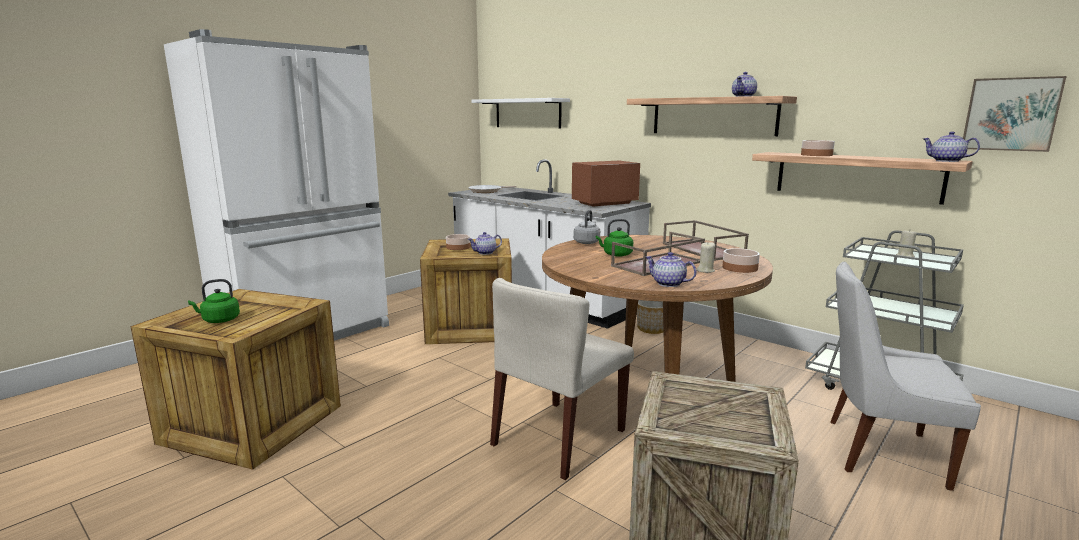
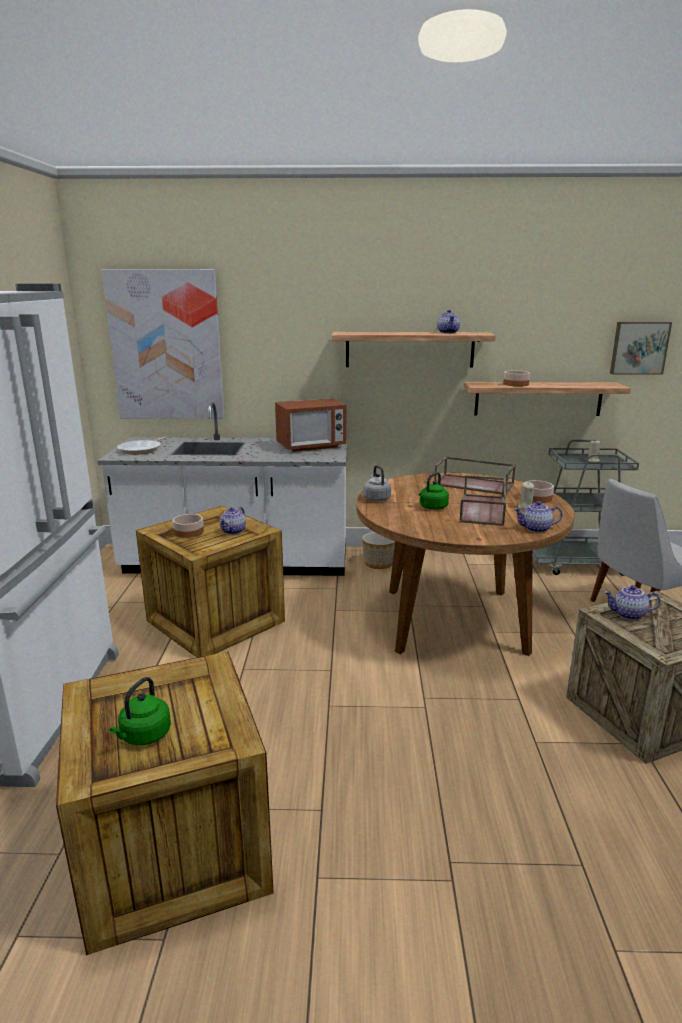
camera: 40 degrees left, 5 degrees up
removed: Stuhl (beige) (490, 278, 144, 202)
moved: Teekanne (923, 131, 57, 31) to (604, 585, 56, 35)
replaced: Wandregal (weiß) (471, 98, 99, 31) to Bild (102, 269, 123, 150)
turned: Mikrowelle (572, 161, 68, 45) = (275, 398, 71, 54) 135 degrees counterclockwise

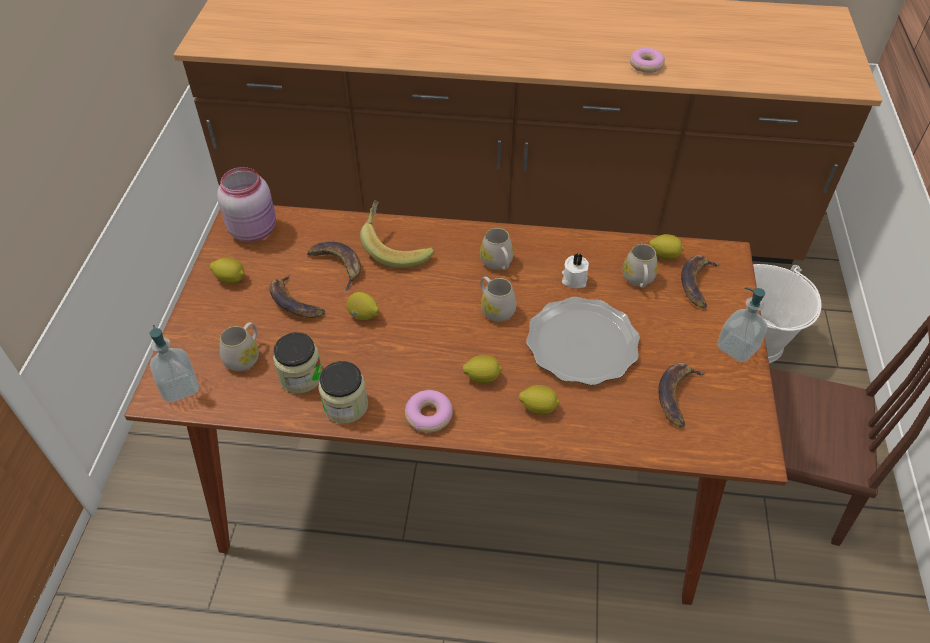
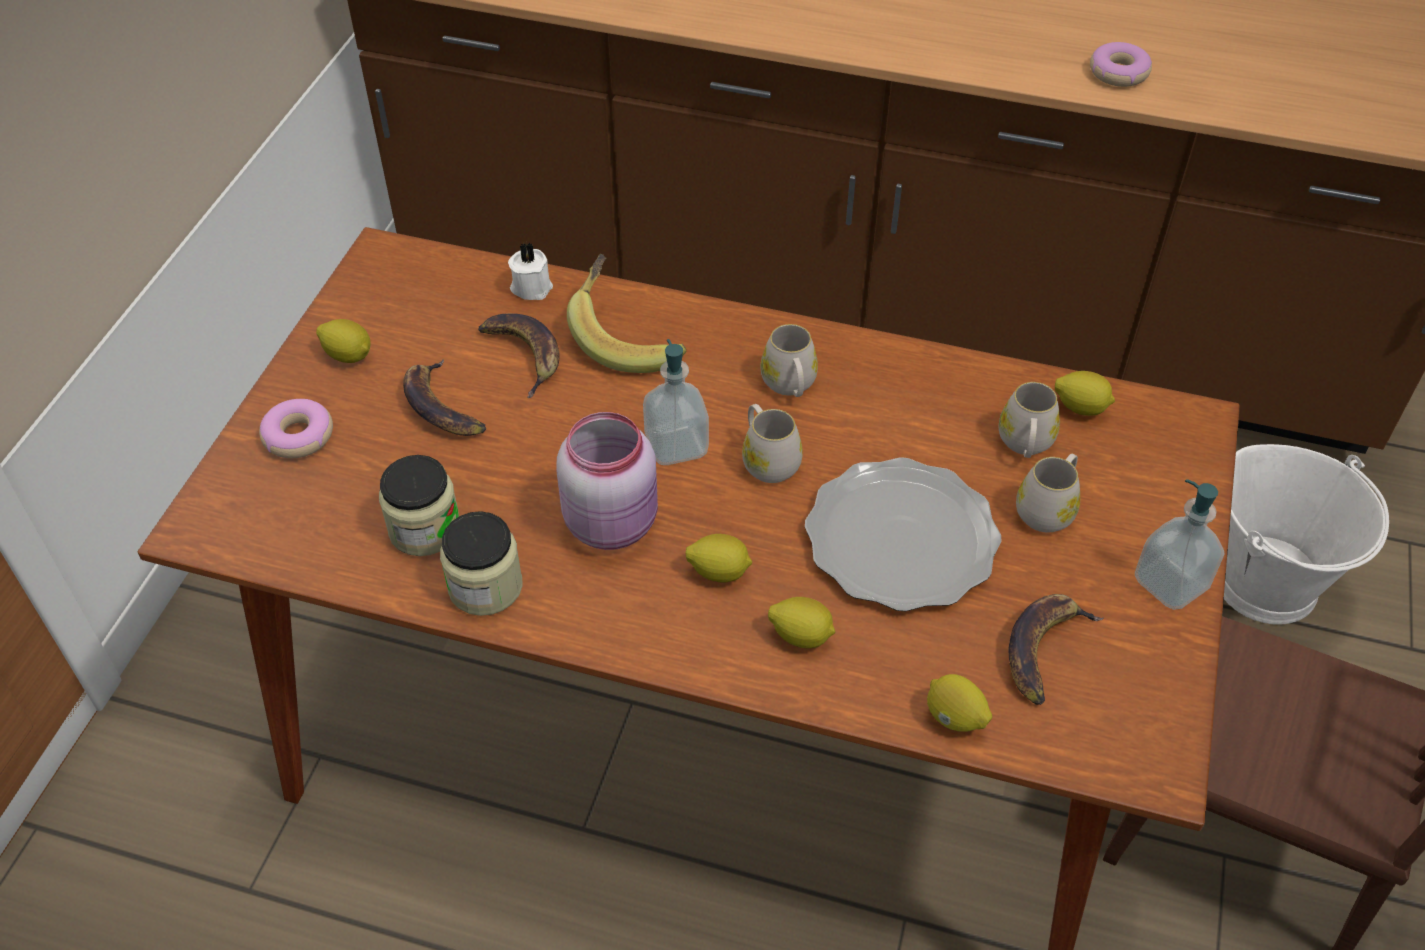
camera: 10 degrees right, 0 degrees up
removed: Banane (681, 255, 40, 53)
moved: Seifenspender (150, 325, 49, 78) to (643, 339, 66, 126); Vorratsglas (rosa) (217, 167, 59, 75) to (556, 412, 102, 138); Henkelbecher (weiß) (219, 322, 40, 49) to (1016, 454, 64, 79); Zitrone (347, 292, 32, 28) to (927, 674, 65, 58); Donut (405, 390, 48, 43) to (259, 399, 74, 59); Kerze (weiß) (562, 253, 27, 35) to (508, 242, 45, 58)

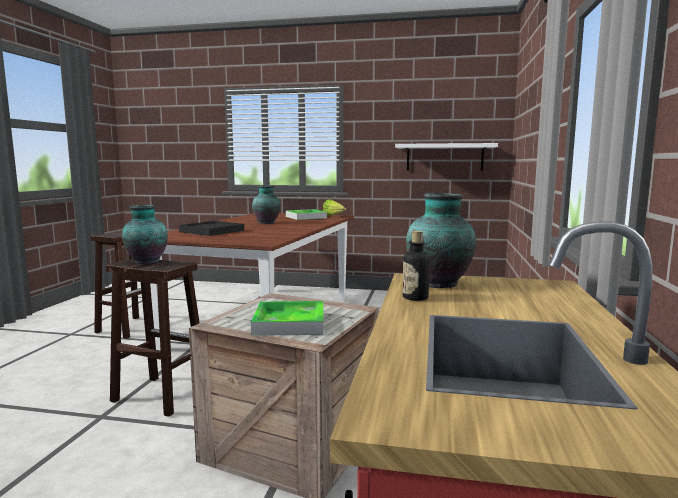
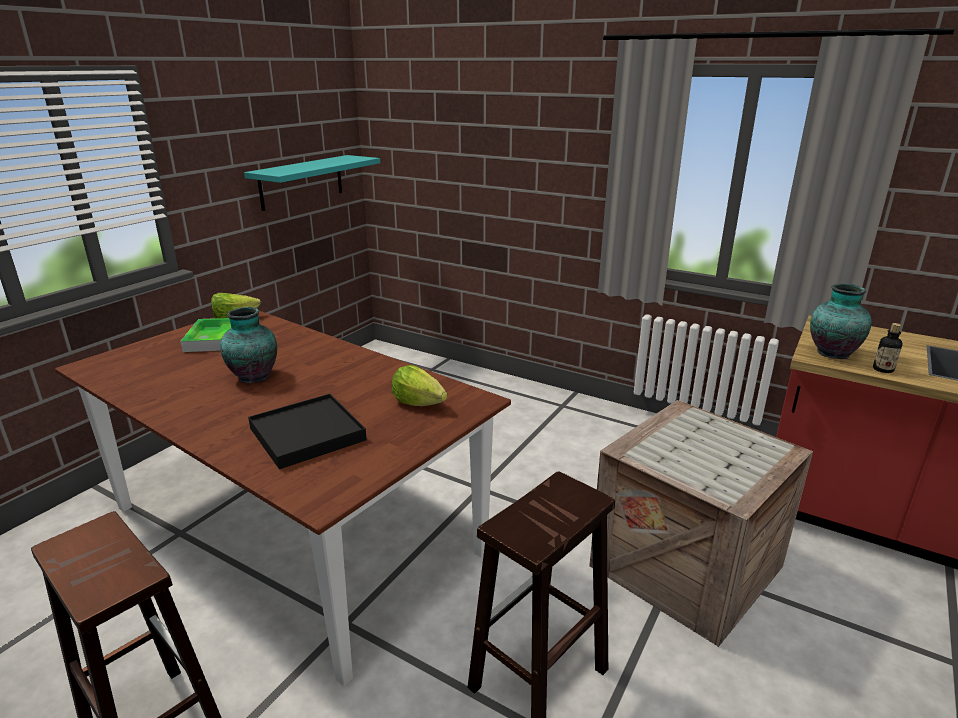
camera: 70 degrees left, 15 degrees up
removed: Vase (122, 205, 46, 59); Tablett (251, 301, 72, 35)
added: Salatkopf (392, 365, 55, 41)
recoloured: Wandregal (weiß) (395, 143, 103, 28) to Wandregal (türkis) (244, 155, 136, 56)

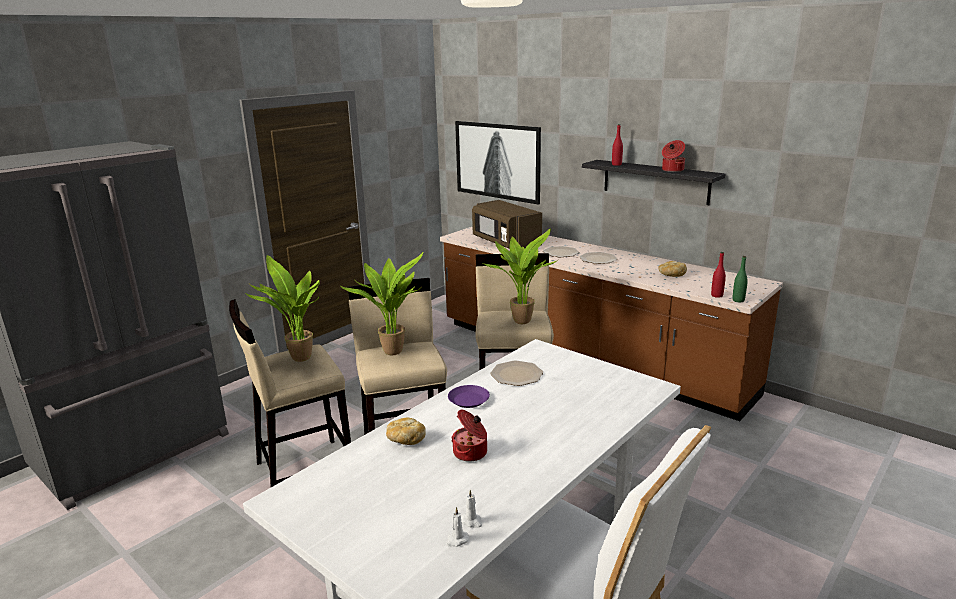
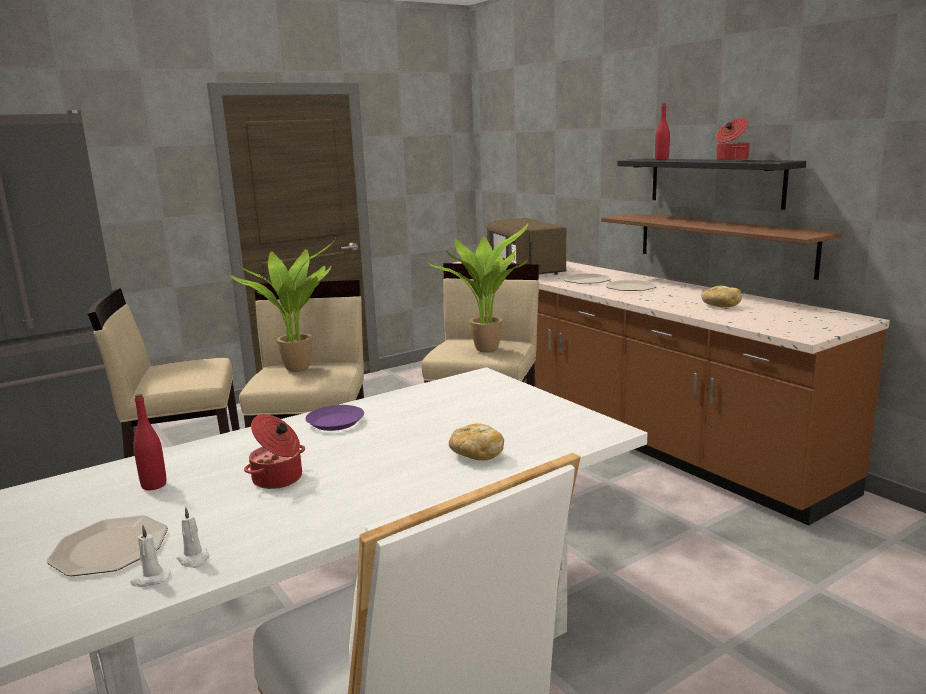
camera: 15 degrees right, 5 degrees down
removed: Topfpflanze (245, 255, 75, 107); Bild (455, 121, 86, 84); Flasche (grün) (732, 256, 16, 46)
added: Wandregal (601, 213, 240, 67)
moved: Brot (386, 418, 40, 27) to (449, 424, 55, 36); Teller (490, 360, 53, 26) to (46, 515, 122, 61); Flasche (rot) (711, 252, 15, 46) to (134, 394, 32, 96)

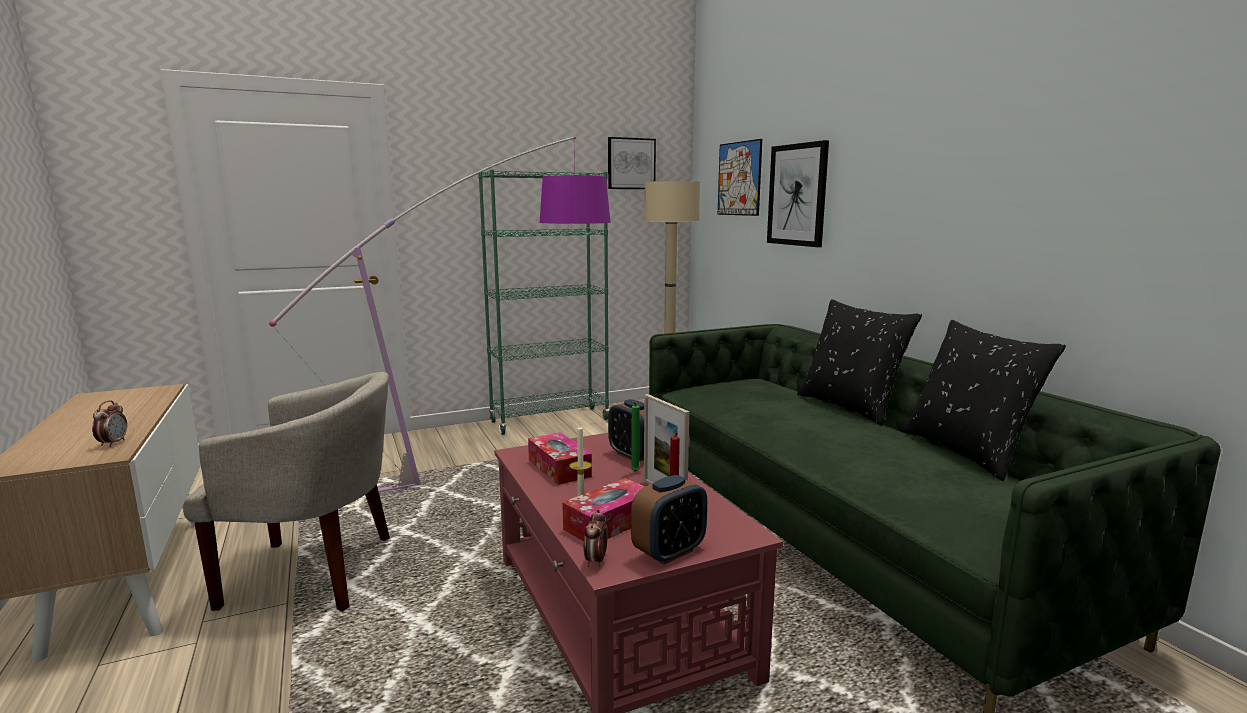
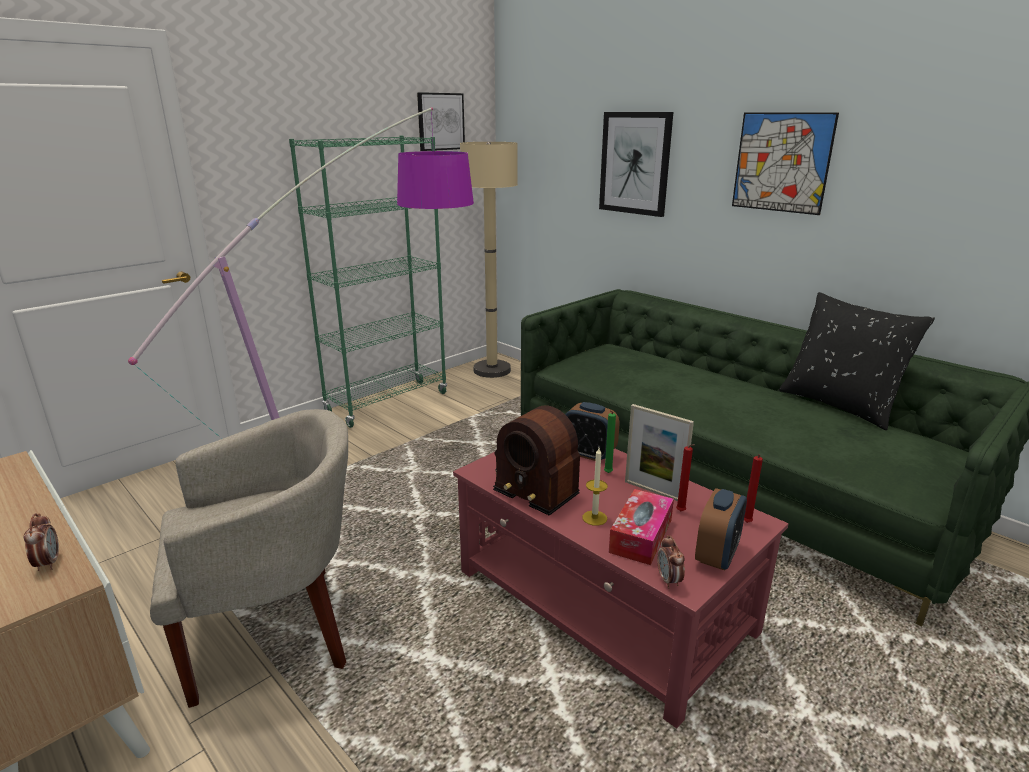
camera: 20 degrees left, 10 degrees up
removed: Kissen (schwarz) (797, 299, 125, 127)
added: Kerze (rot) (744, 454, 19, 69)
moved: Bild (718, 139, 44, 77) to (732, 112, 107, 103)
replaced: Taschentuchbox (528, 432, 64, 53) to Radio (493, 405, 87, 111)

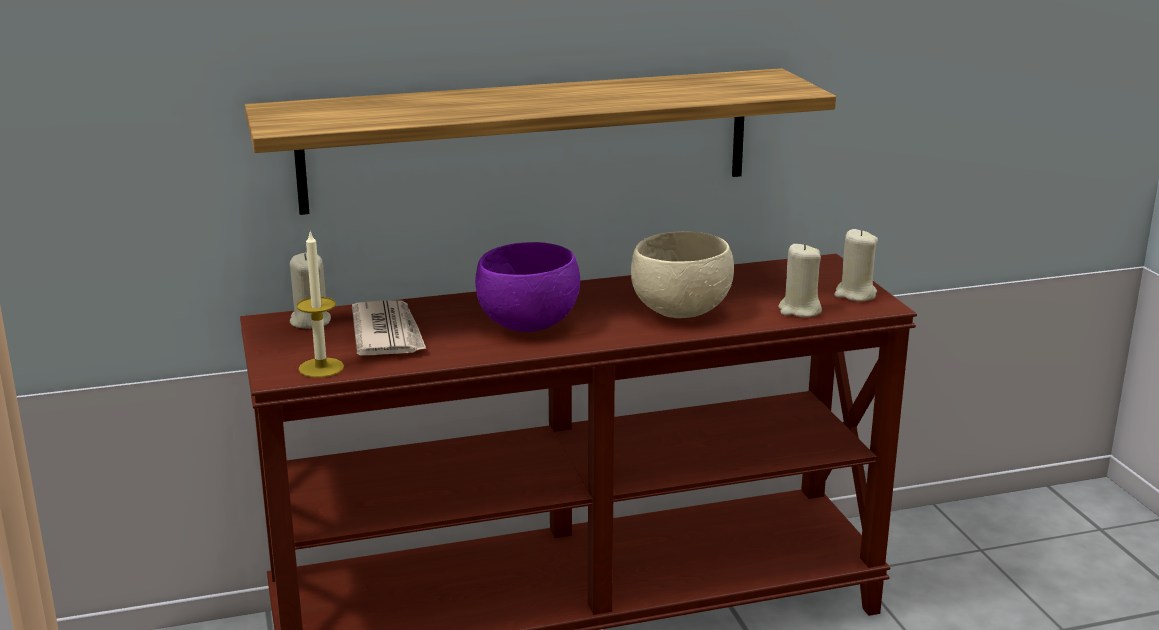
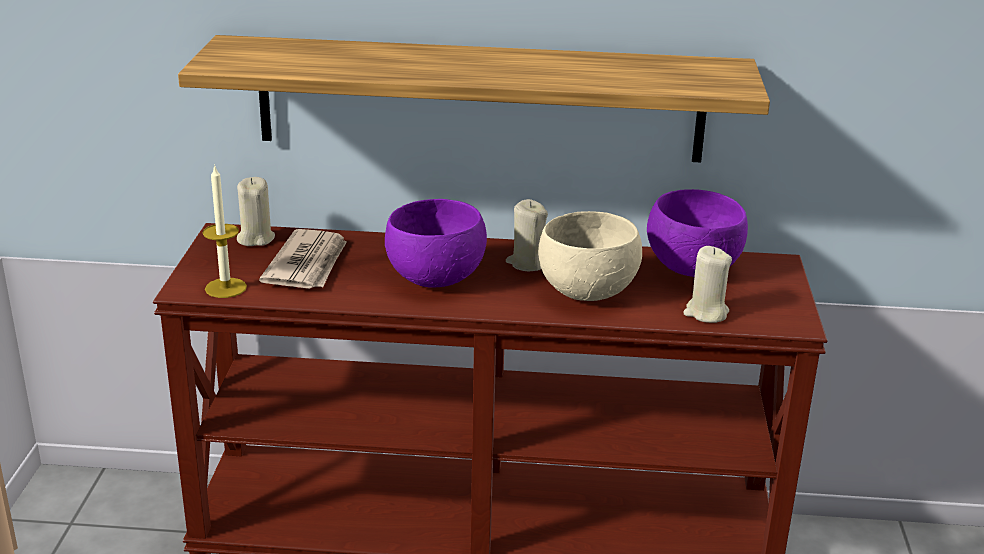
camera: 20 degrees right, 5 degrees up
added: Schüssel (lila) (647, 189, 101, 88)
moved: Kerze (beige) (834, 229, 44, 72) to (506, 199, 42, 72)

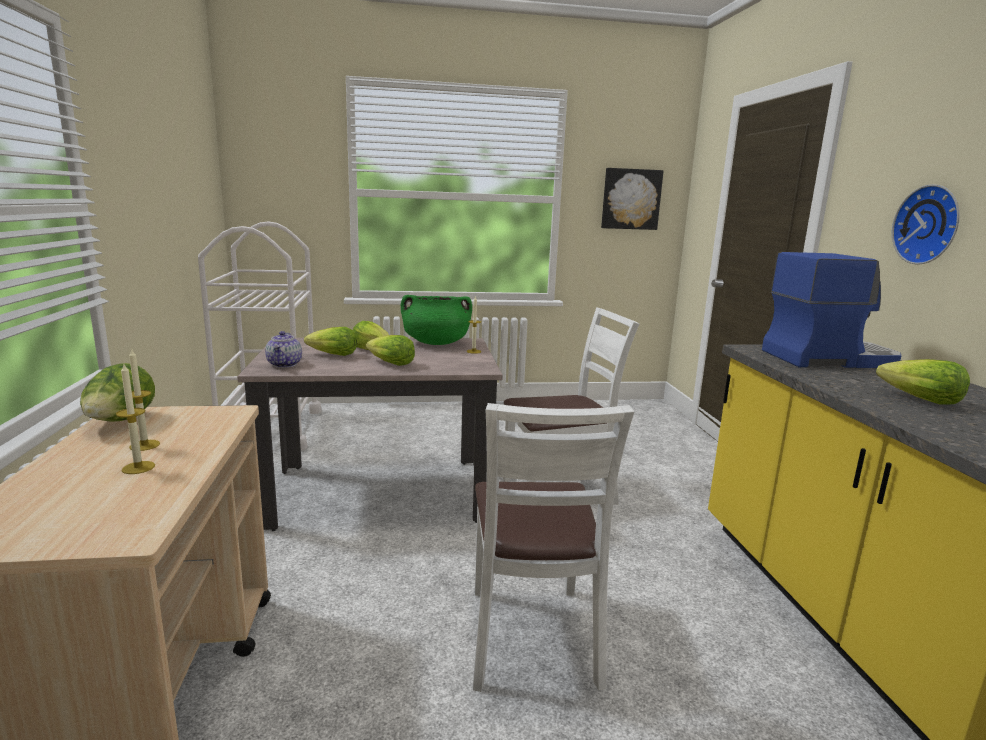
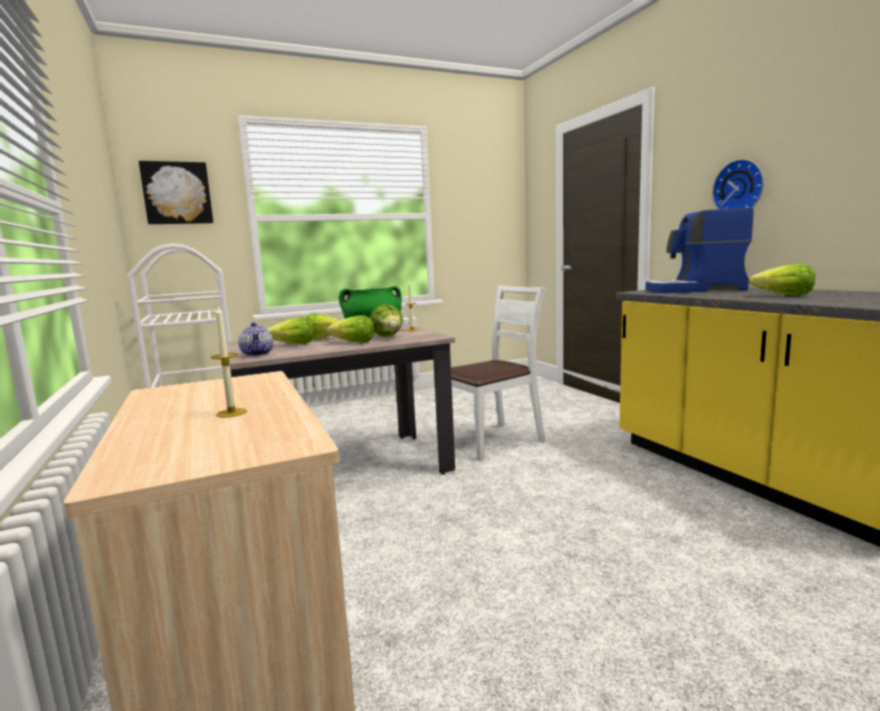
camera: 15 degrees left, 5 degrees down
removed: Kerze (124, 350, 36, 101); Stuhl (weiß) (473, 403, 161, 289)
moved: Salatkopf (80, 363, 75, 59) to (370, 304, 33, 32); Bild (601, 168, 63, 62) to (139, 161, 74, 63)
turned: Kaffeemaschine (762, 252, 139, 116) = (646, 208, 108, 85) 150 degrees counterclockwise

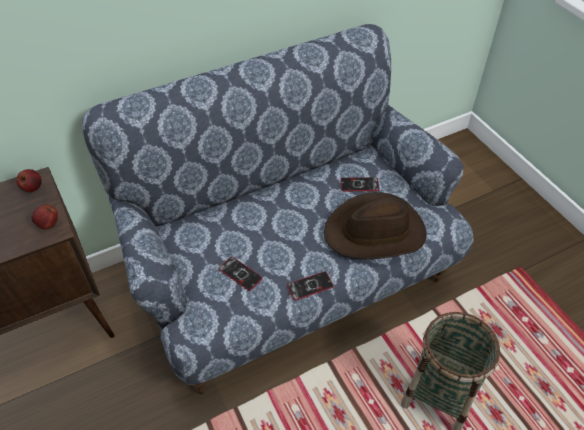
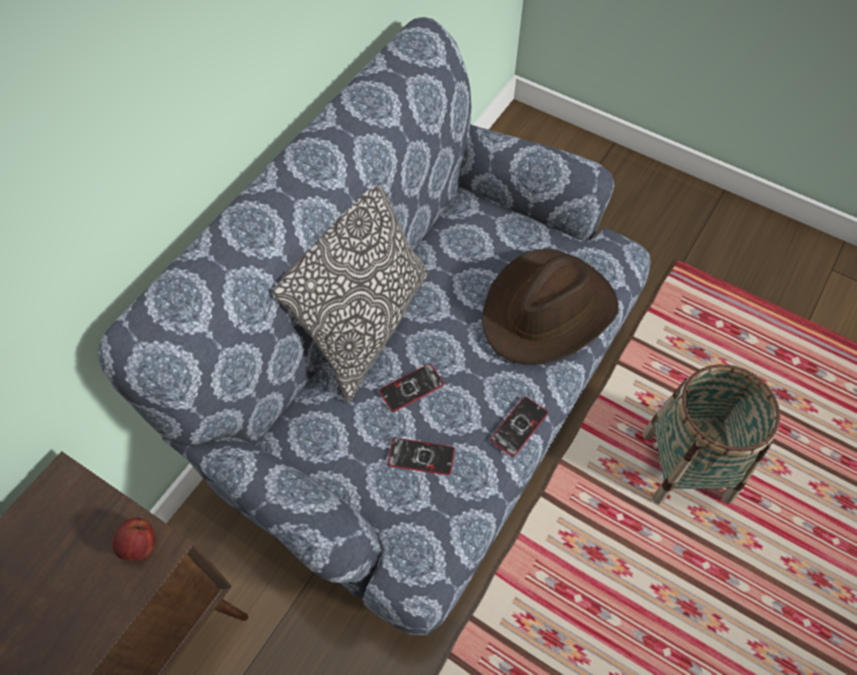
camera: 30 degrees left, 10 degrees up
removed: Apfel (16, 169, 26, 23)
added: Kissen (273, 186, 155, 217)
moved: Handy (340, 177, 40, 14) to (379, 364, 65, 48)

